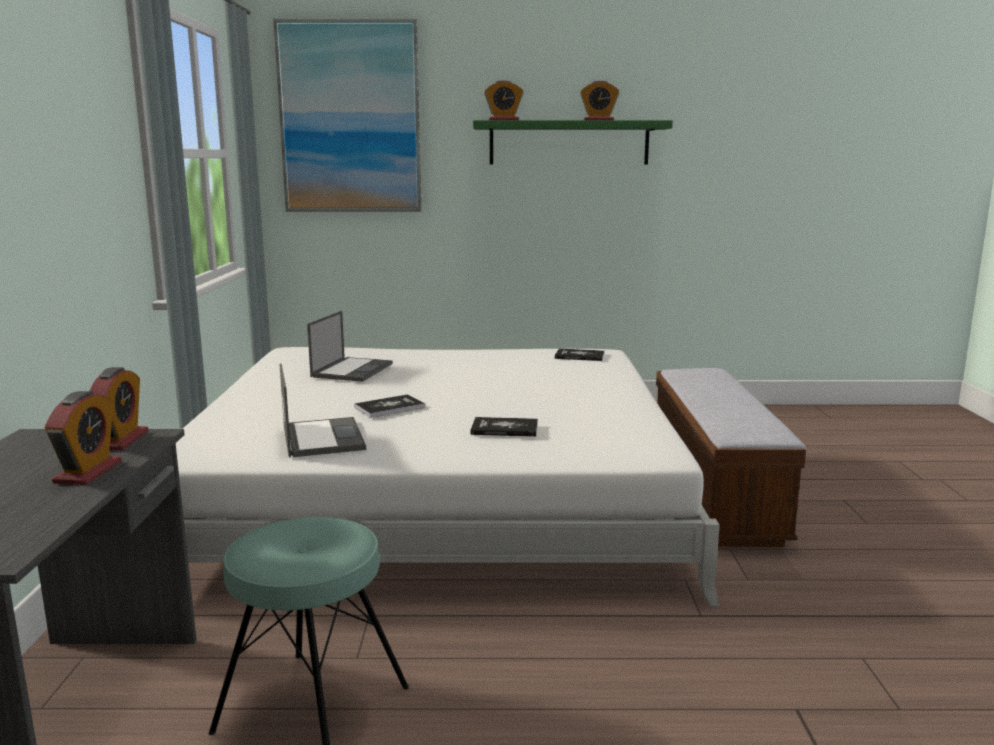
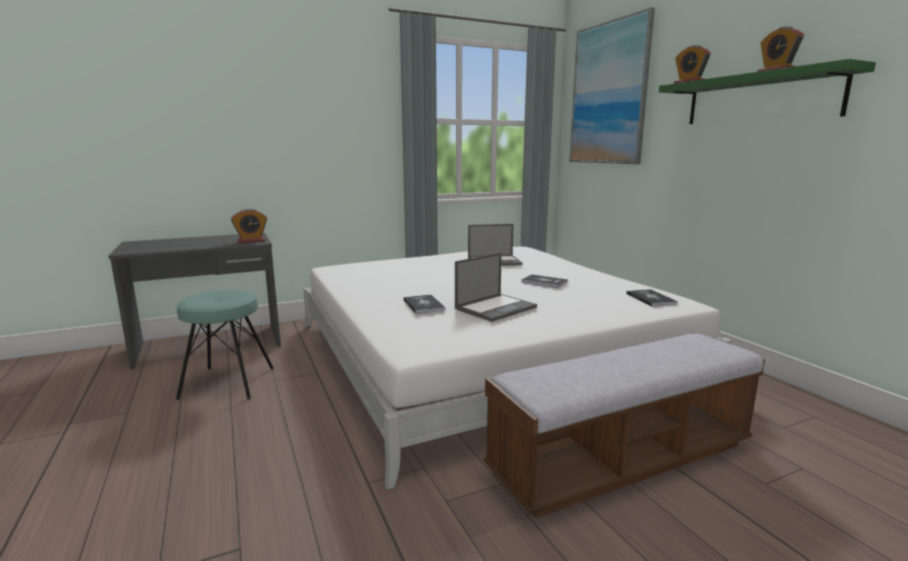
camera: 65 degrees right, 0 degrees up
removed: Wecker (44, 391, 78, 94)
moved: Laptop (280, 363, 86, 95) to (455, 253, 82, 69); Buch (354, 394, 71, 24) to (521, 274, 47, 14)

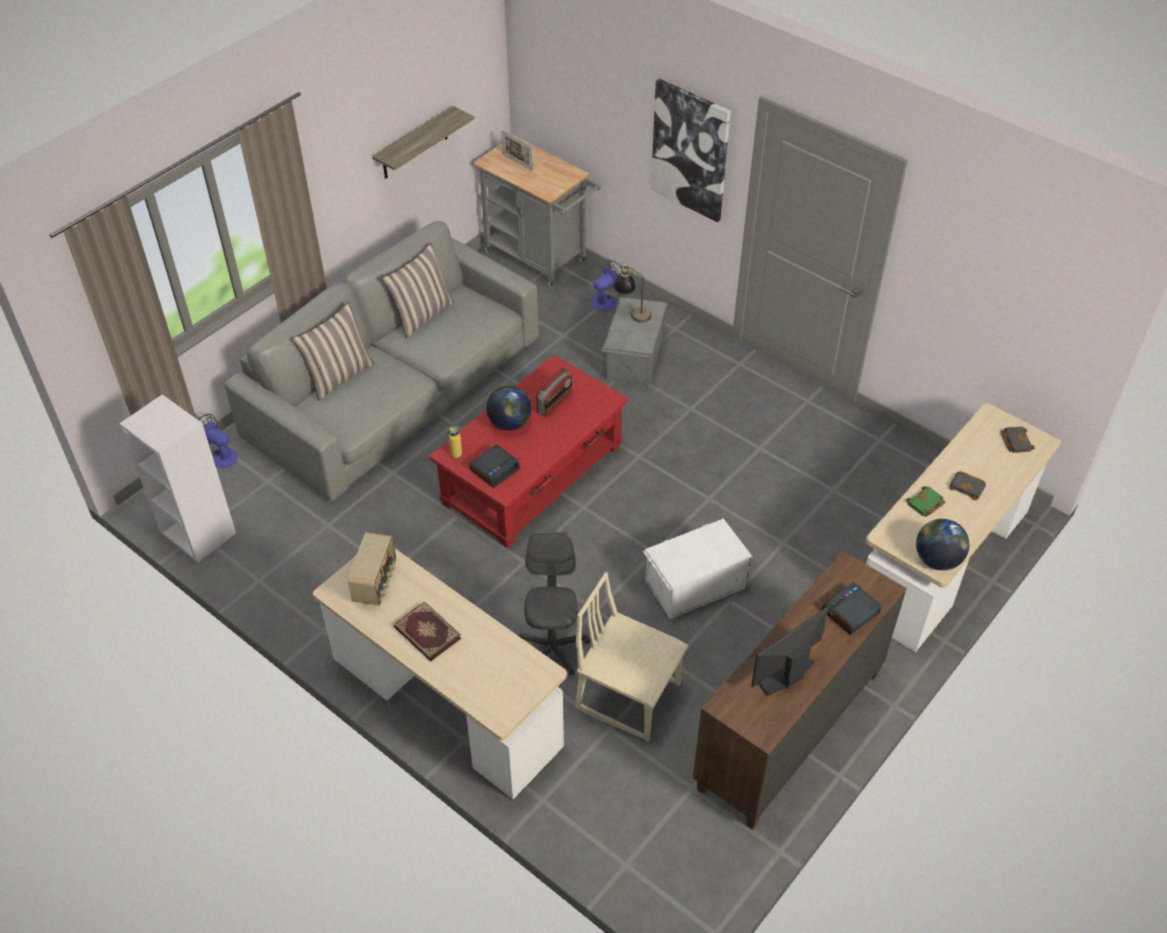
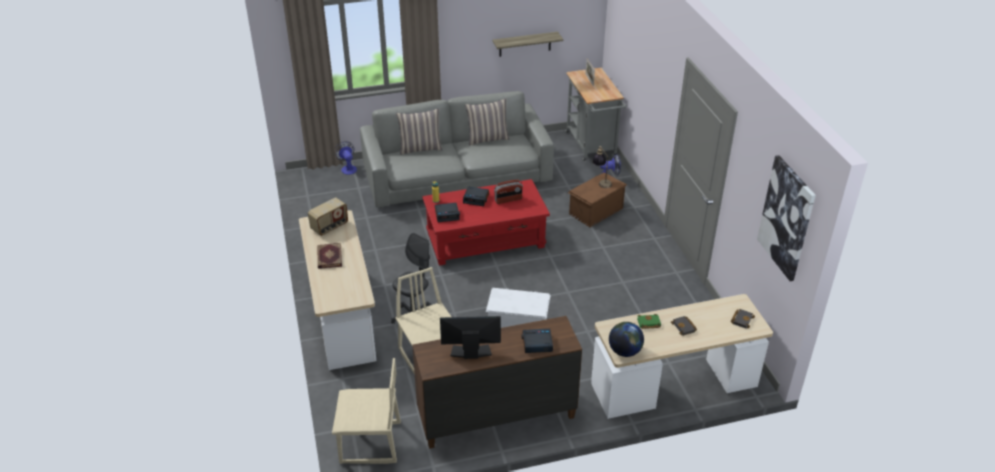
camera: 35 degrees right, 10 degrees down
removed: Bücherregal (weiß) (119, 394, 117, 169)
added: Stuhl (beige) (332, 358, 69, 106)
moved: Bild (651, 79, 80, 143) to (757, 155, 59, 126)
replaced: Globus (486, 385, 46, 46) to Wecker (463, 187, 26, 19)
recoloured: Aufbewahrungsbox (grau) (602, 297, 65, 90) to Aufbewahrungsbox (braun) (568, 172, 59, 55)

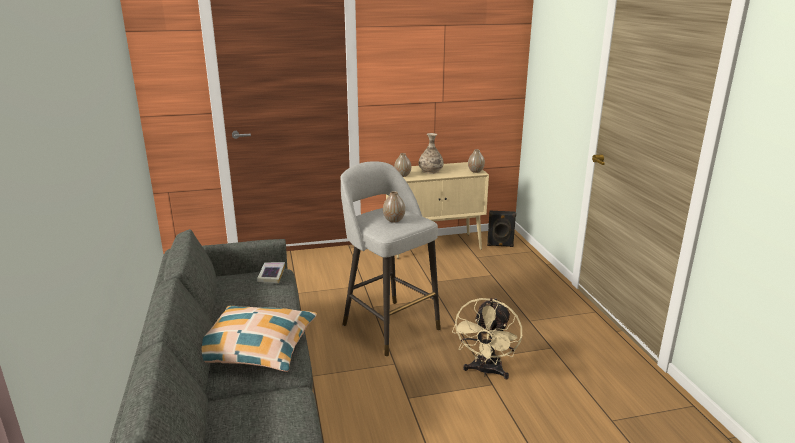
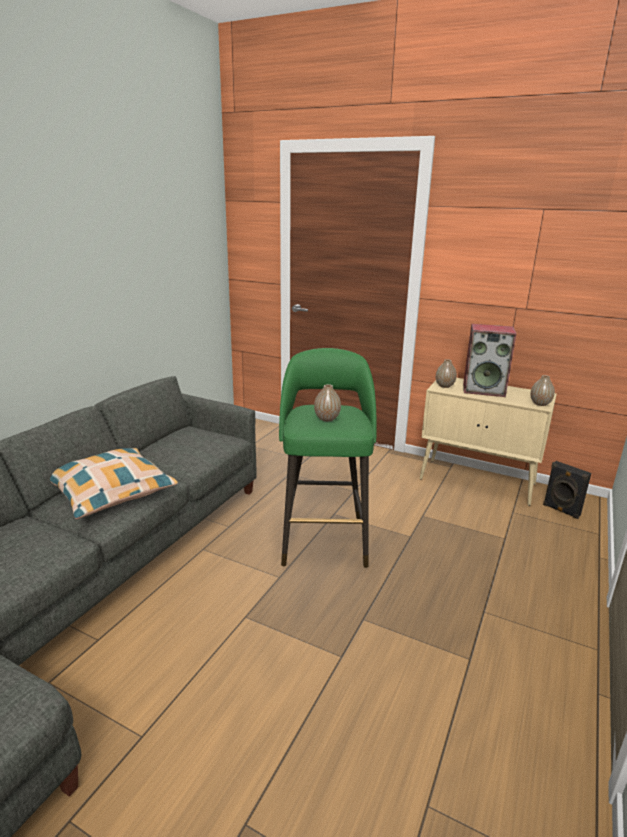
camera: 40 degrees right, 0 degrees up
removed: Buch (257, 262, 28, 21); Ventilator (beige) (452, 298, 70, 82)
replaced: Vase (419, 133, 25, 41) to Lautsprecher (463, 324, 54, 73)
recoloured: Hocker (grau) (340, 161, 101, 195) to Hocker (grün) (279, 348, 98, 220)

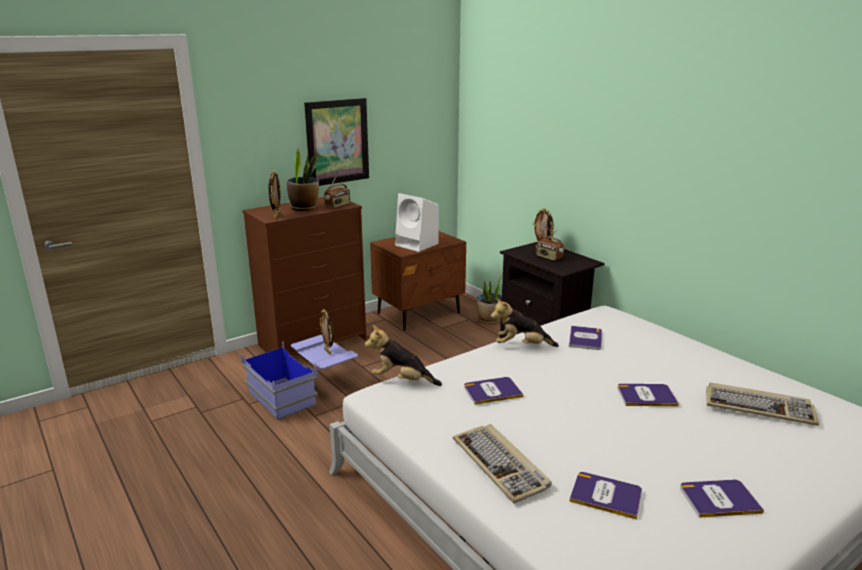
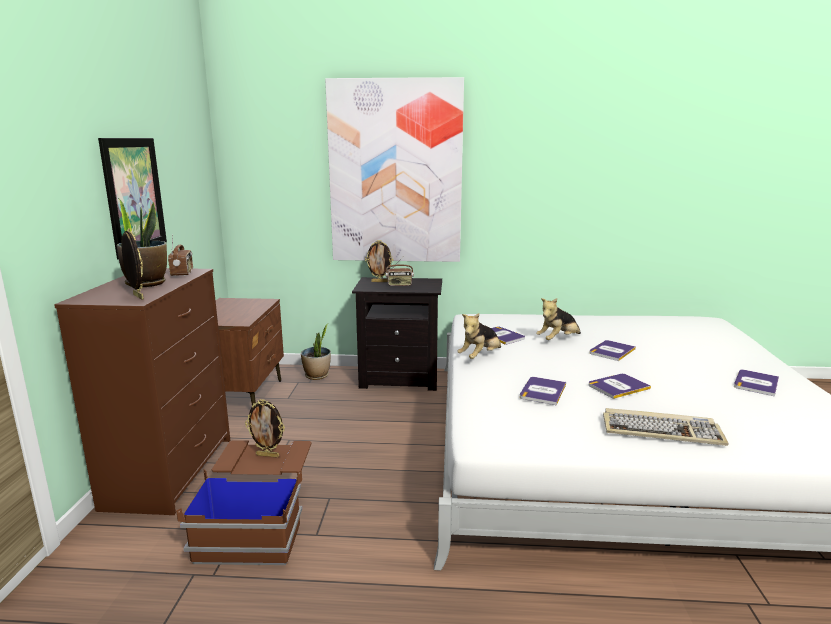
camera: 50 degrees left, 5 degrees down
removed: Lautsprecher (weiß) (395, 193, 44, 59); Tastatur (706, 382, 113, 44)
added: Bild (325, 77, 139, 185)
moved: Plüschtier (365, 325, 77, 61) to (536, 298, 45, 42); Buch (569, 472, 73, 47) to (588, 374, 63, 25)
recoloured: Aufbewahrungsbox (blau) (241, 335, 117, 85) to Aufbewahrungsbox (braun) (176, 440, 136, 125)

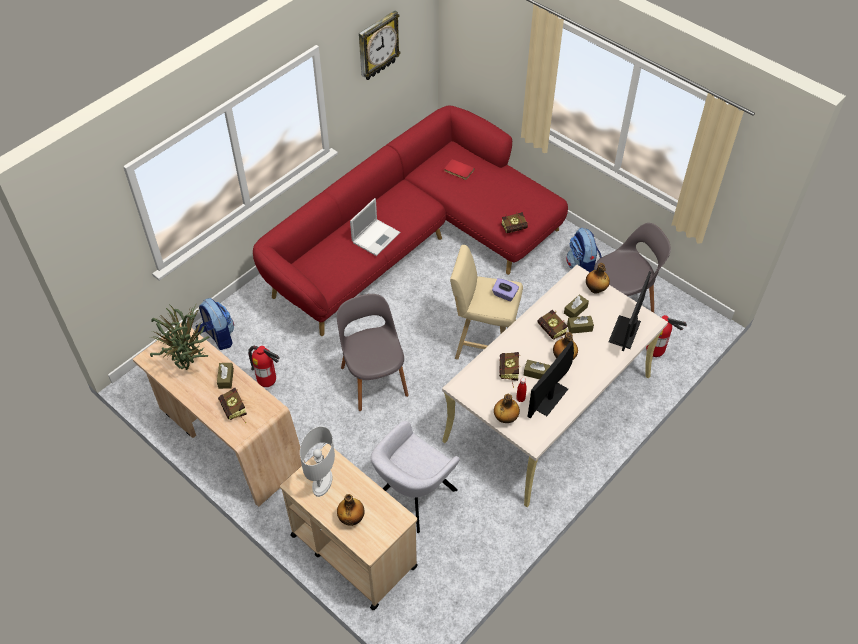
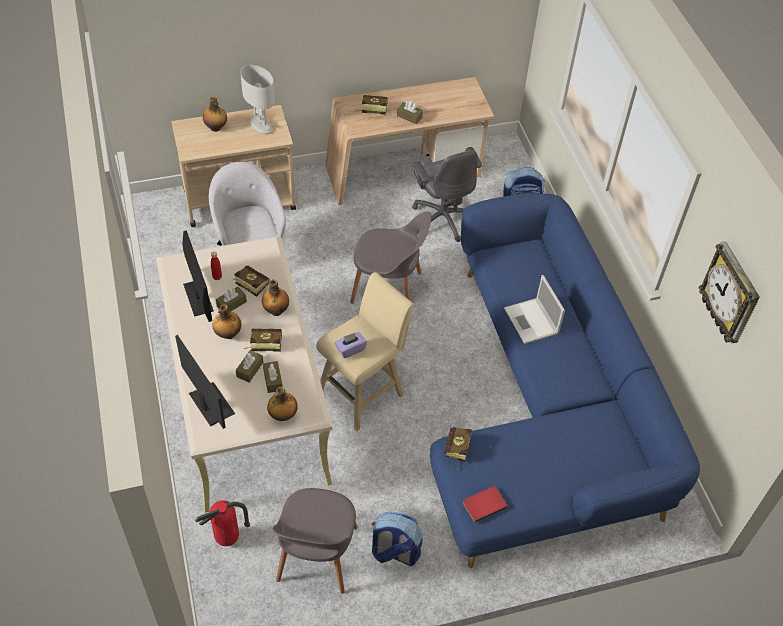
camera: 120 degrees right, 0 degrees up
removed: Topfpflanze (150, 302, 60, 68)
moved: Buch (rot) (444, 159, 31, 21) to (463, 486, 45, 37); Flasche (494, 394, 26, 29) to (262, 279, 27, 37)
replaced: Feuerlöscher (248, 346, 32, 41) to Bürostuhl (grau) (412, 147, 70, 95)
recoloured: Sofa (rot) (253, 106, 315, 230) to Sofa (blau) (430, 193, 270, 375)

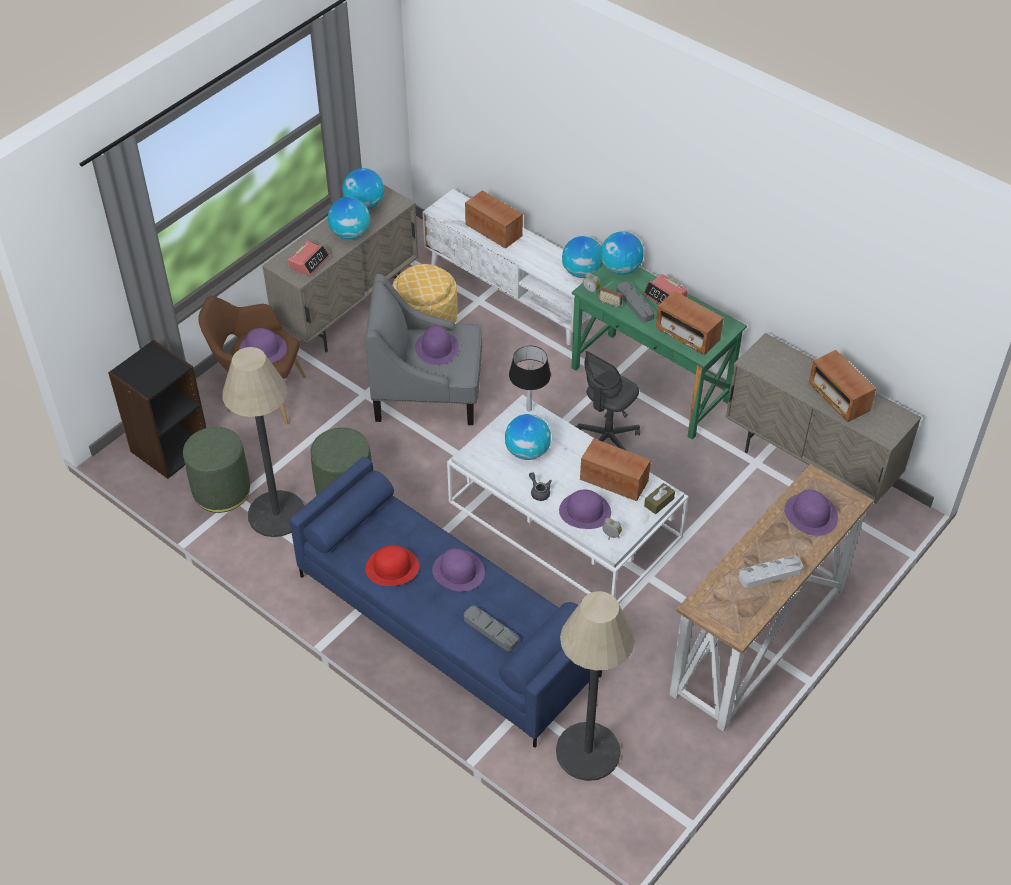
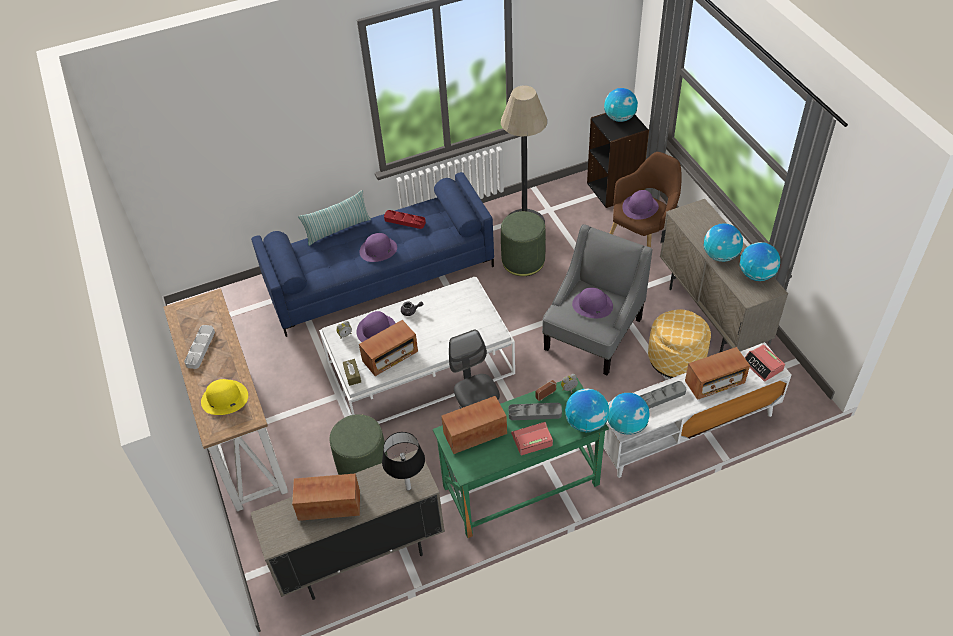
camera: 120 degrees right, 0 degrees up
removed: Stehlampe (556, 591, 78, 190)
added: Kissen (298, 190, 73, 56)
moved: Polsterhocker (grün) (183, 427, 67, 86) to (330, 414, 58, 61); Wecker (288, 240, 42, 36) to (745, 344, 40, 38); Tablett (grau) (464, 606, 55, 45) to (640, 381, 46, 28); Globus (505, 414, 46, 46) to (604, 88, 34, 34); Tischlampe (schwarz) (509, 346, 42, 66) to (382, 432, 43, 59)
replaced: Hut (rot) (366, 545, 53, 41) to Tablett (rot) (384, 210, 42, 19)
recoloured: Hut (lila) (784, 489, 54, 47) to Hut (gelb) (201, 379, 47, 36)

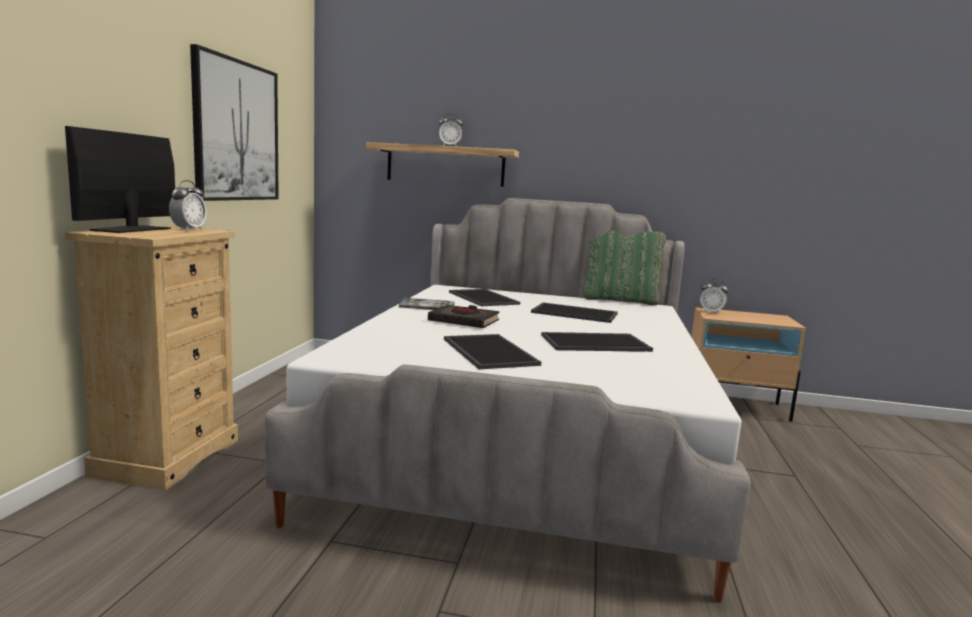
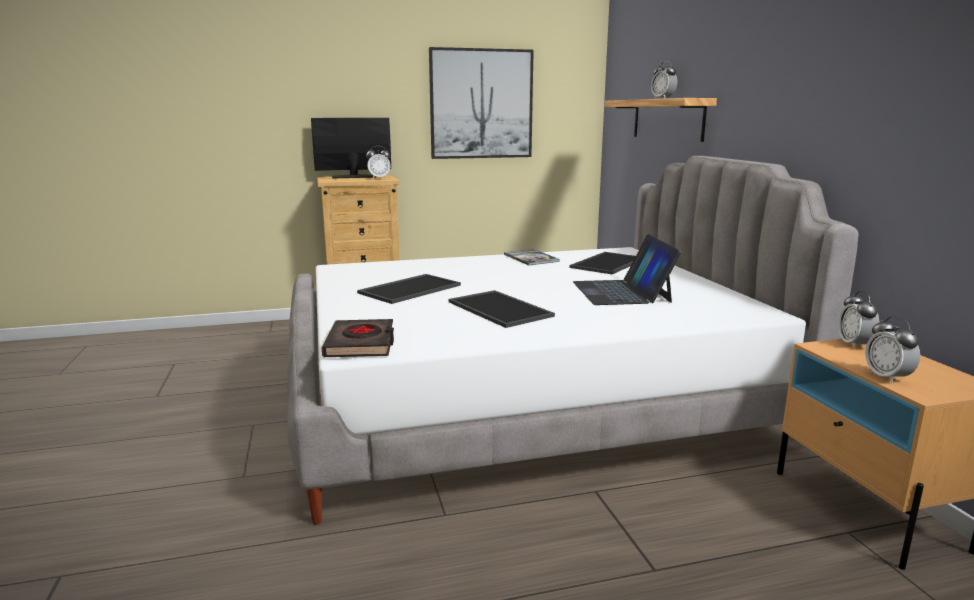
camera: 65 degrees right, 5 degrees up
removed: Kissen (grün) (583, 230, 83, 75)
added: Wecker (865, 316, 55, 67)
moved: Buch (schwarz) (428, 305, 72, 23) to (322, 319, 72, 38)
replaced: Tablett (531, 303, 87, 20) to Laptop (573, 234, 108, 71)

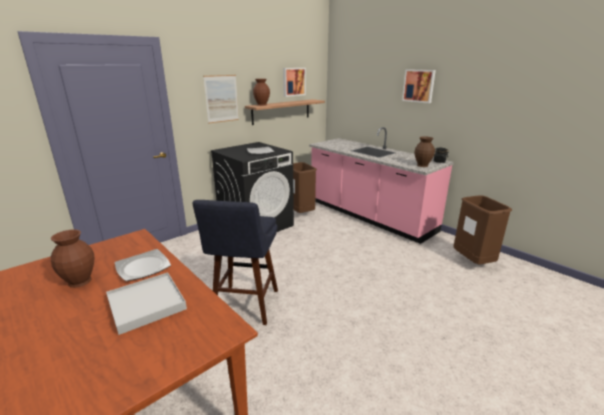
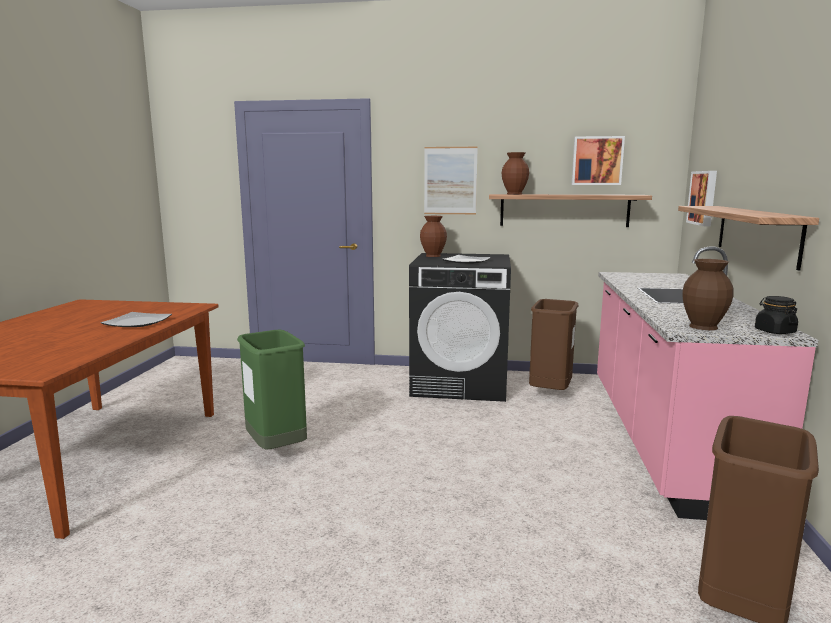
camera: 50 degrees right, 10 degrees down
removed: Tablett (weiß) (106, 272, 81, 63)
added: Wandregal (678, 206, 141, 65)
moved: Vase (braun) (50, 229, 45, 59) to (420, 216, 27, 41); Bild (402, 69, 34, 34) to (686, 171, 31, 55)
replaced: Hocker (blau) (192, 200, 86, 125) to Mülleimer (grün) (237, 330, 70, 120)

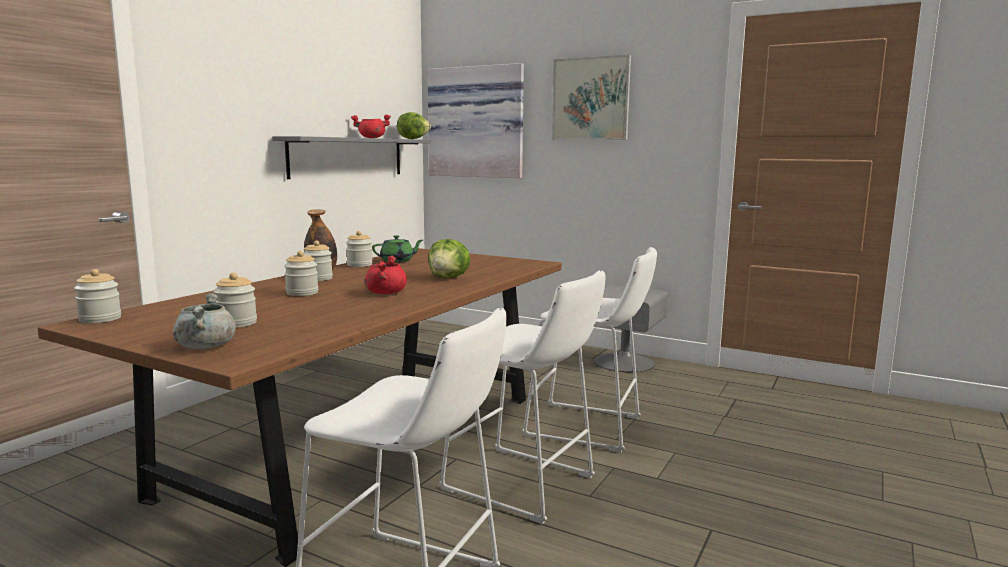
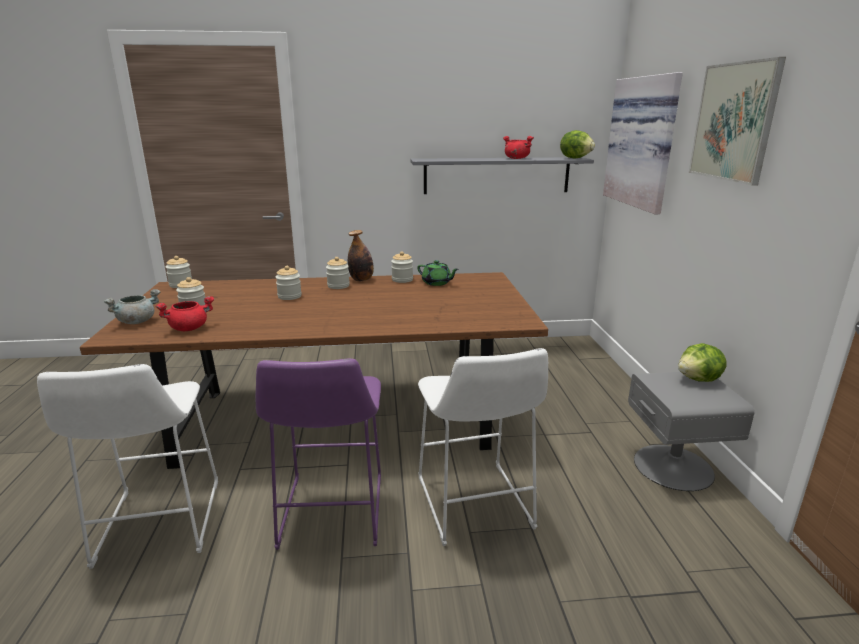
camera: 55 degrees right, 10 degrees up
moved: Kochtopf (rot) (365, 255, 42, 39) to (156, 296, 58, 35); Salatkopf (428, 239, 42, 39) to (678, 343, 49, 39)
recoloured: Hocker (weiß) (439, 270, 167, 254) to Hocker (lila) (256, 358, 125, 192)

